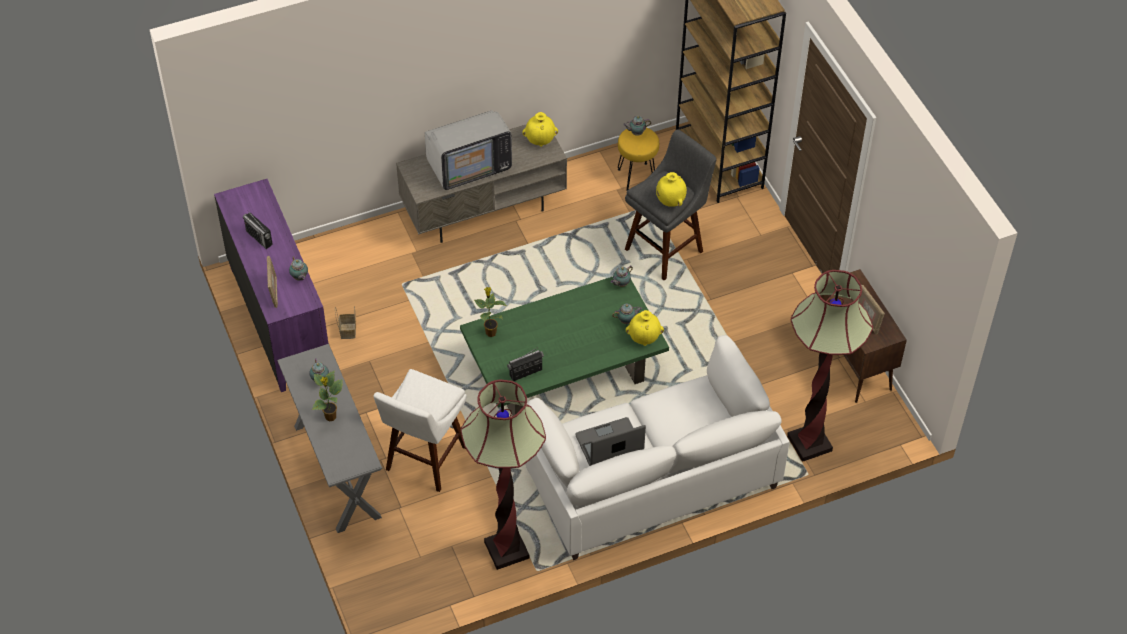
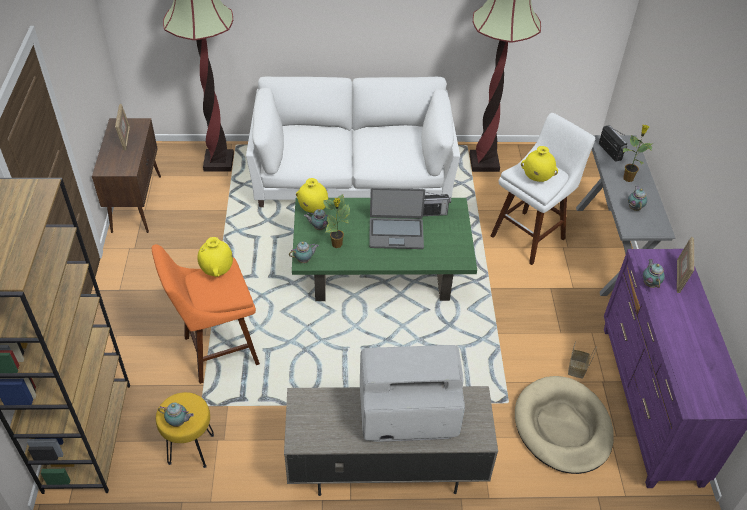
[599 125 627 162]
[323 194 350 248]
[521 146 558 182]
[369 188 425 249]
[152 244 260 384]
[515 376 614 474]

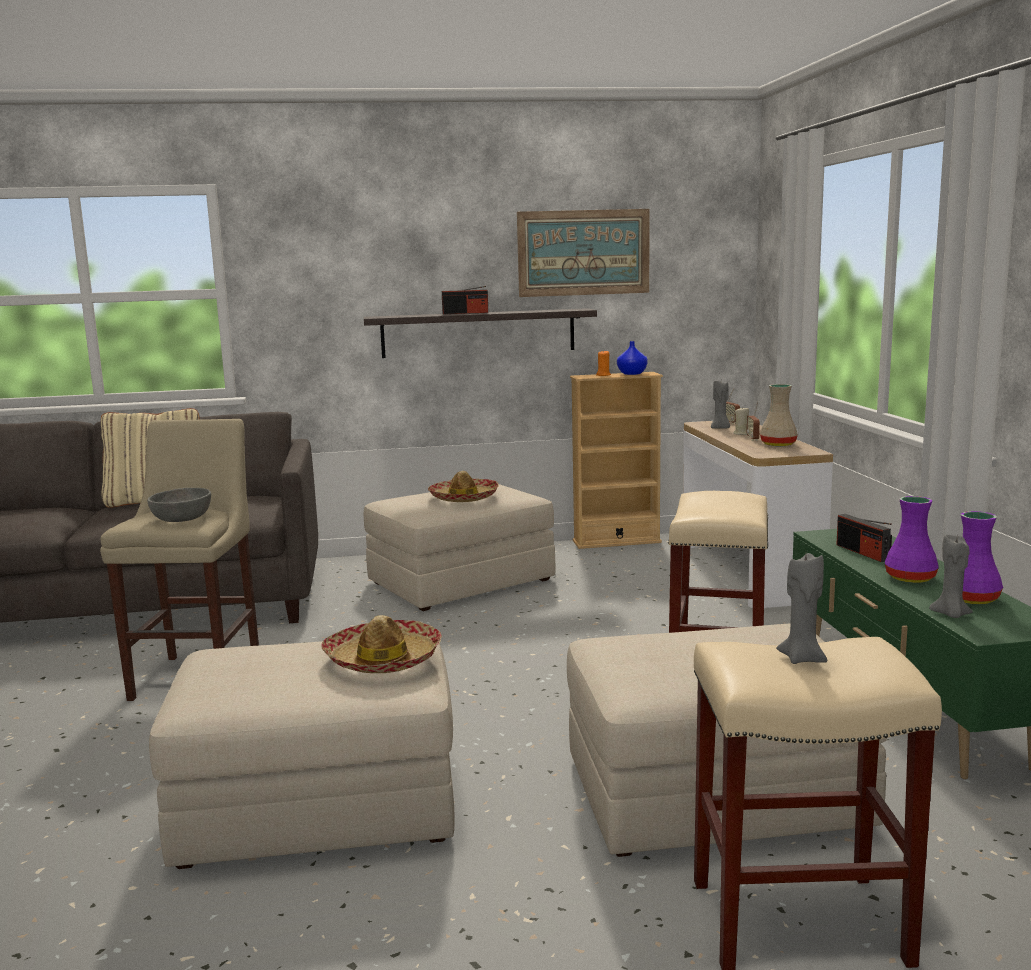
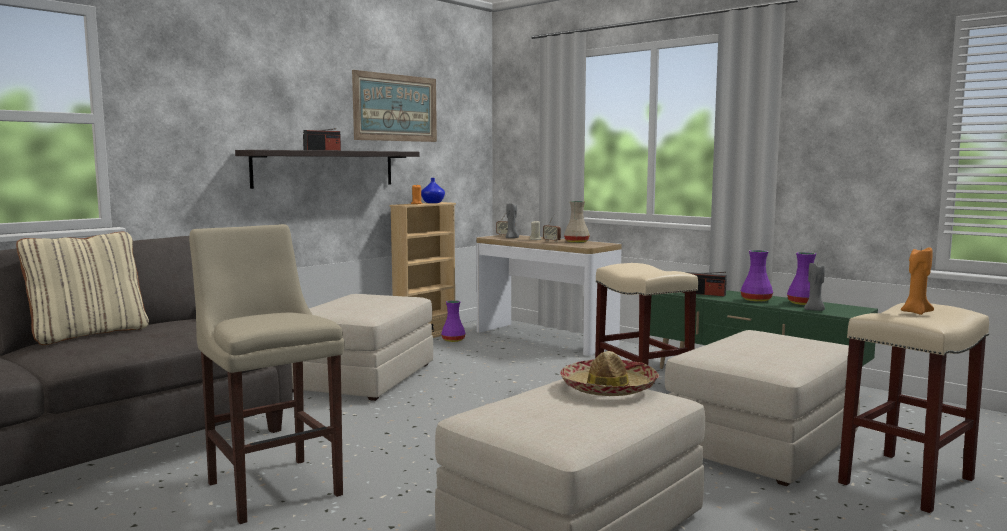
[147 488 211 522] (first image)
[428 471 498 502] (first image)
[901 247 934 315]
[441 300 466 342]

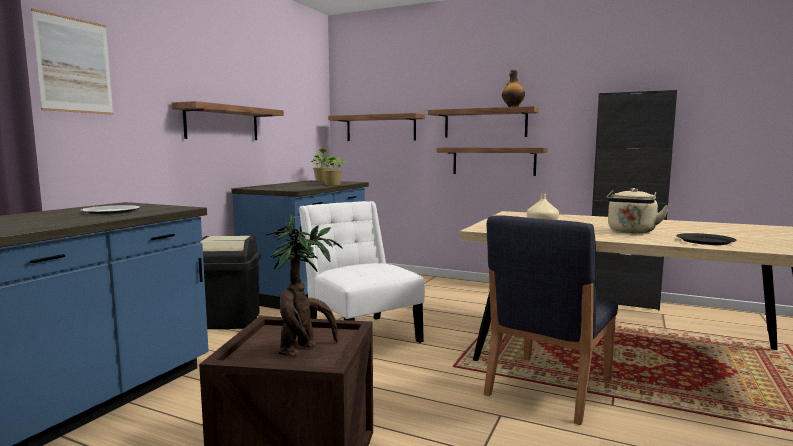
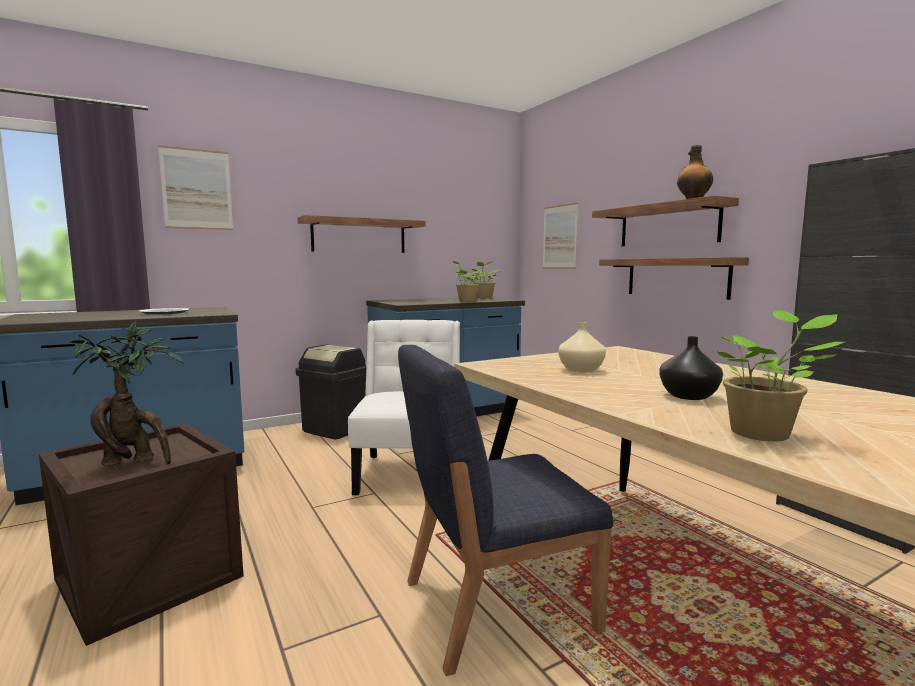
[543 203 578 269]
[659 336 723 400]
[717 310 844 442]

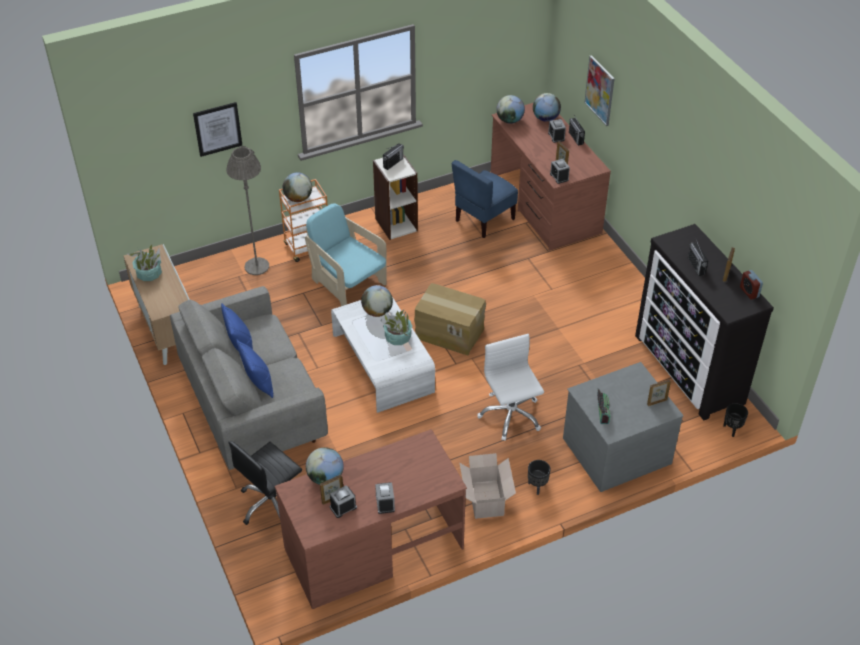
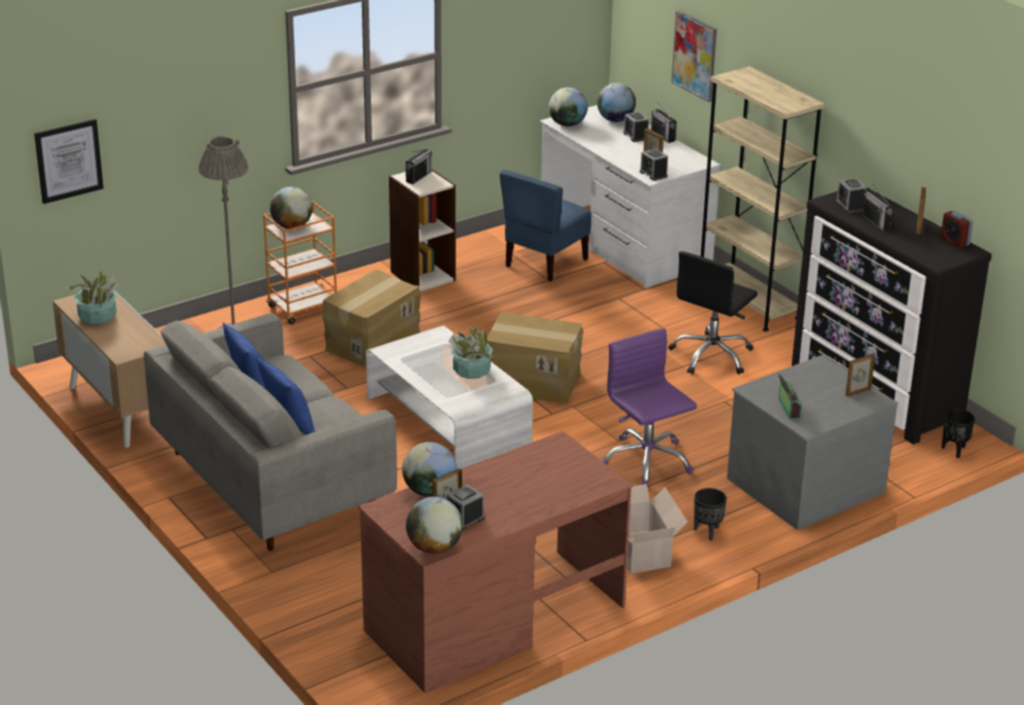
[34 119 104 204]
[668 251 758 374]
[323 270 421 367]
[406 497 463 554]
[836 178 867 213]
[601 328 697 488]
[540 105 721 288]
[701 66 825 332]

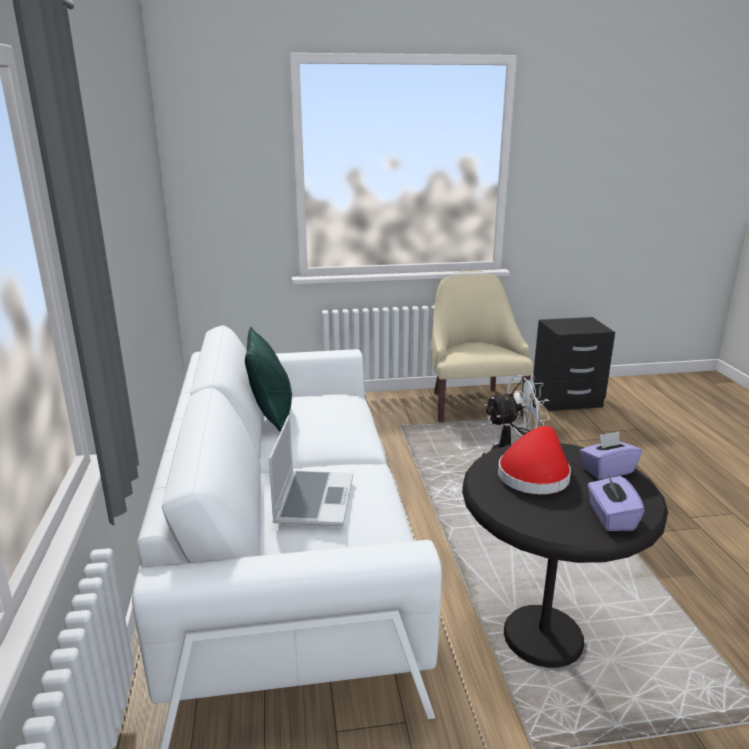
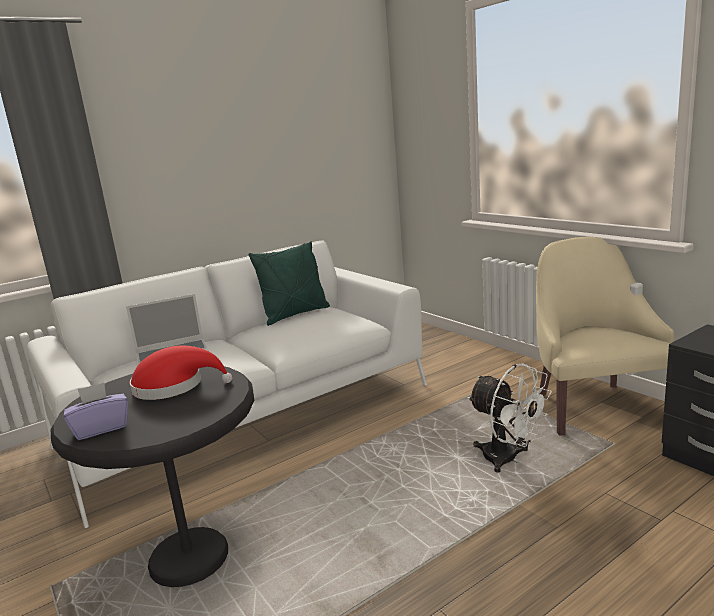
[536 237 674 436]
[580 431 642 480] (first image)

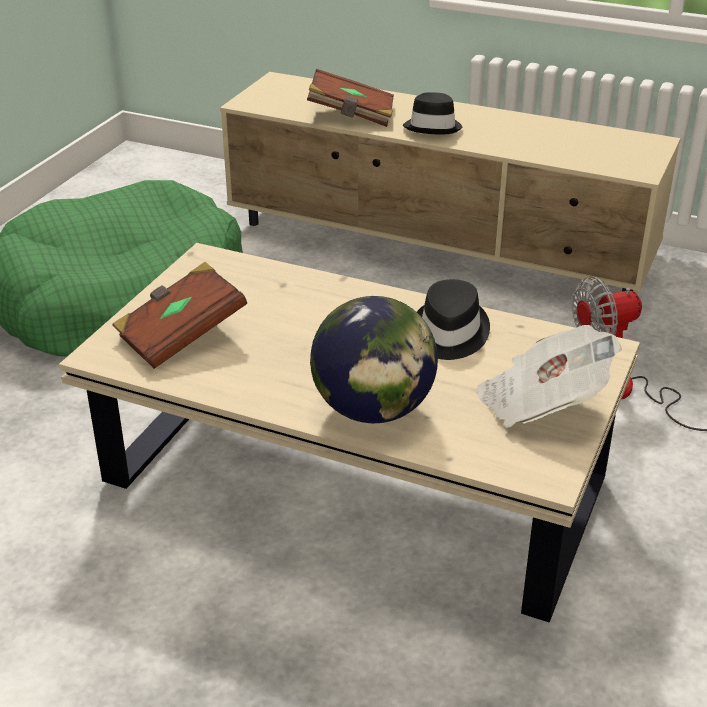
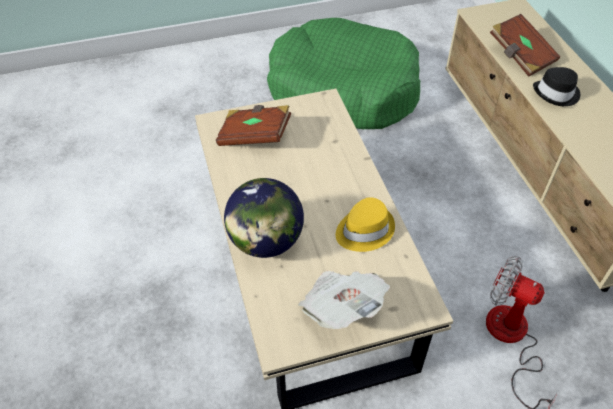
[336 197 395 252]

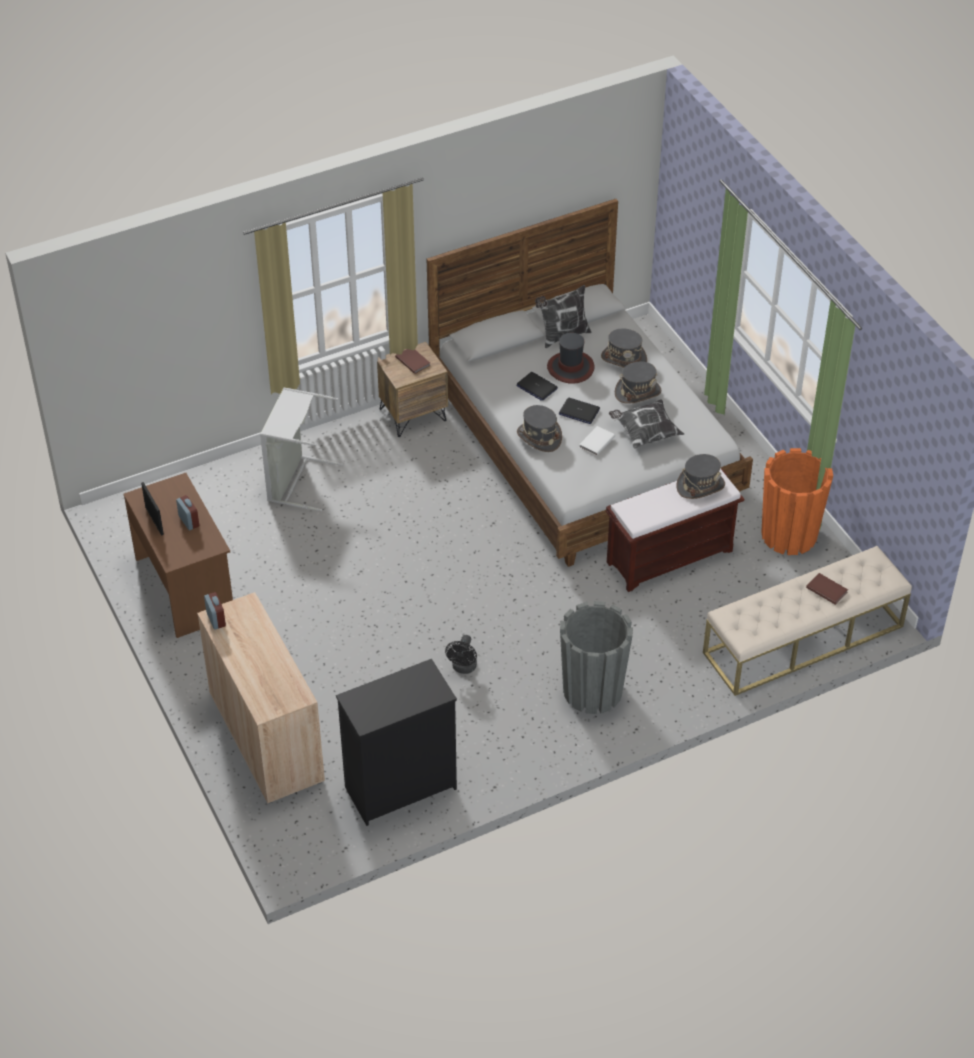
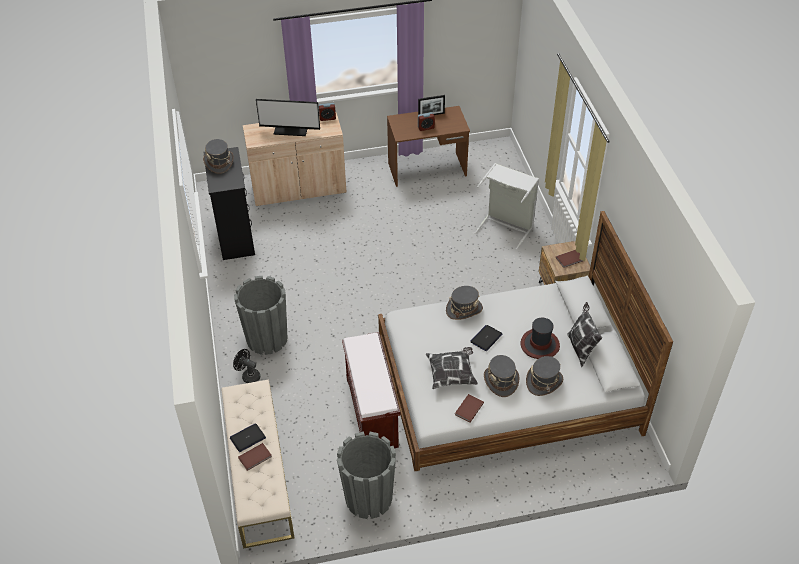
[233 349 260 383]
[230 424 266 452]
[579 426 615 456] (first image)
[203 139 234 174]
[337 432 396 519]
[256 99 320 136]
[455 394 484 422]

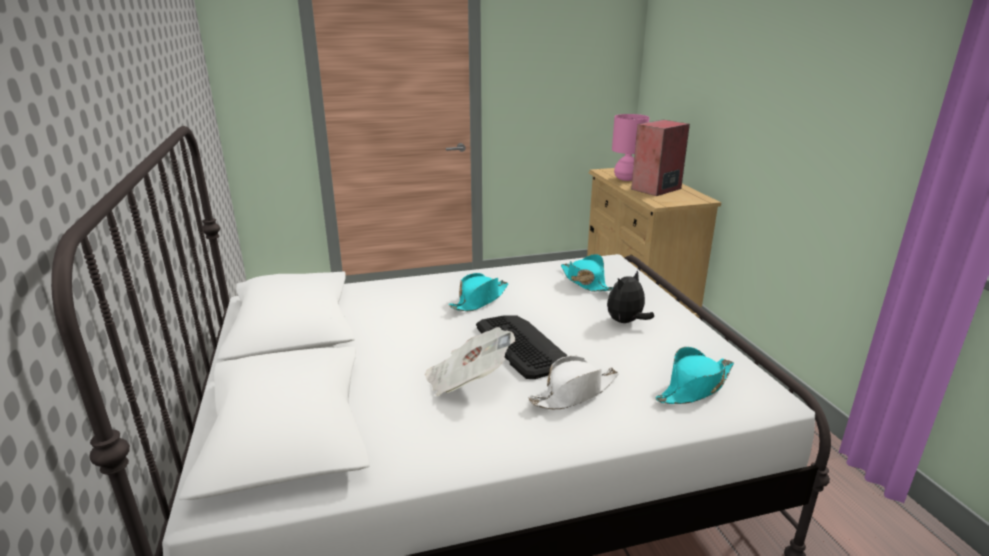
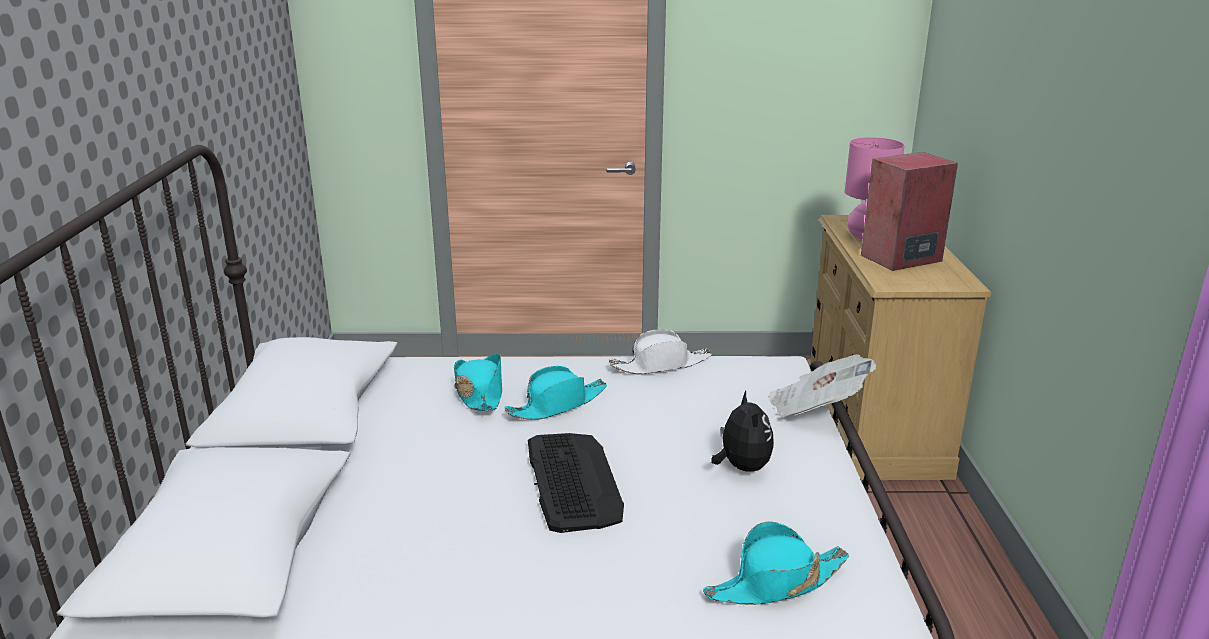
[768 354 876 418]
[609 329 712 375]
[454 354 502 411]
[711 391 774 472]

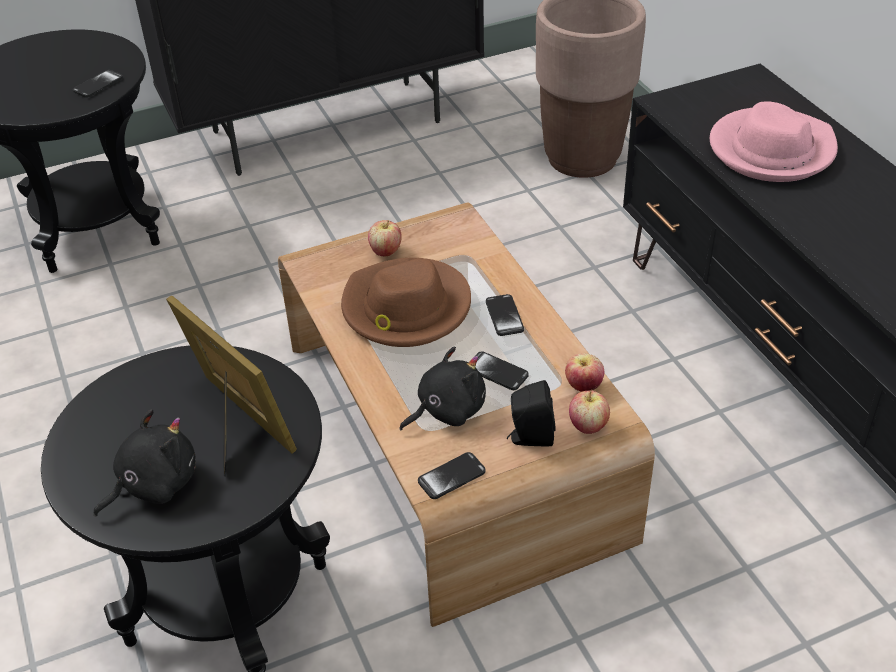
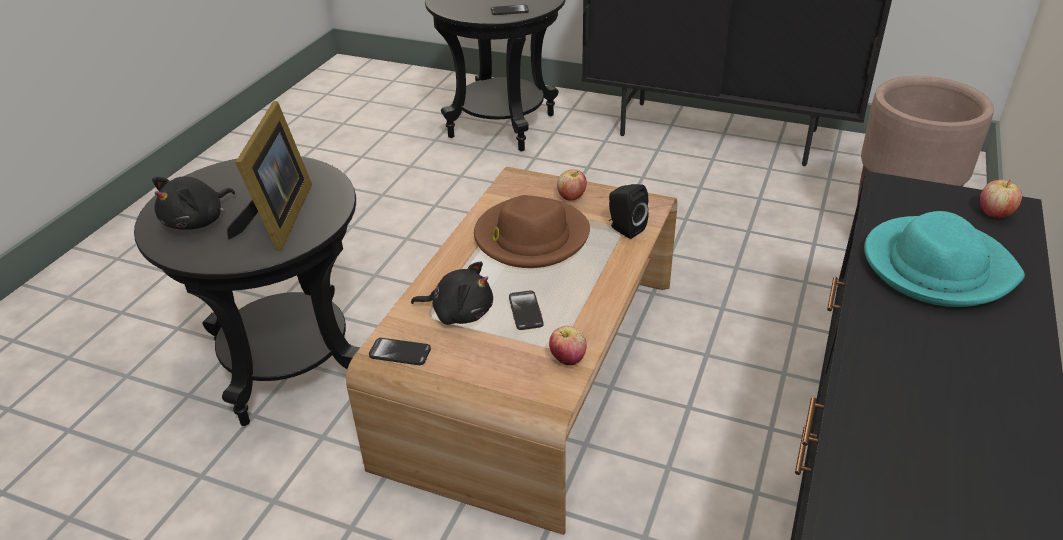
[152 177 235 230]
[486 294 524 336] (first image)
[609 184 649 239]
[980 179 1022 218]
[864 211 1025 307]

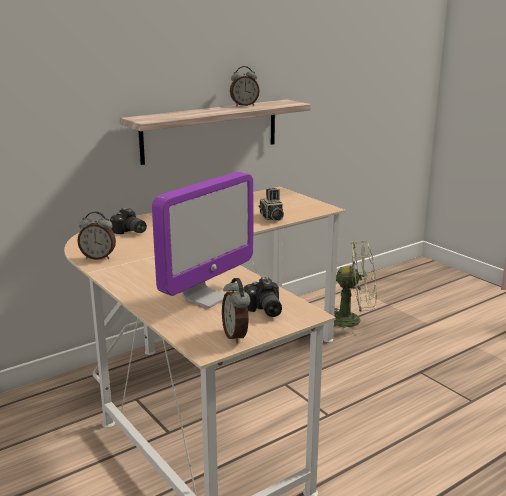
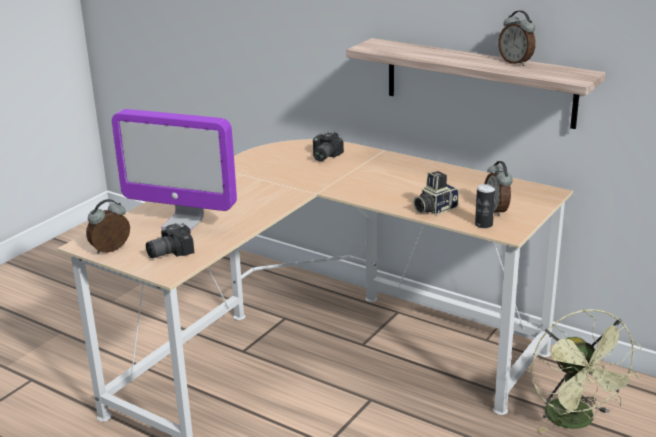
[484 161 513 216]
[475 184 495 228]

